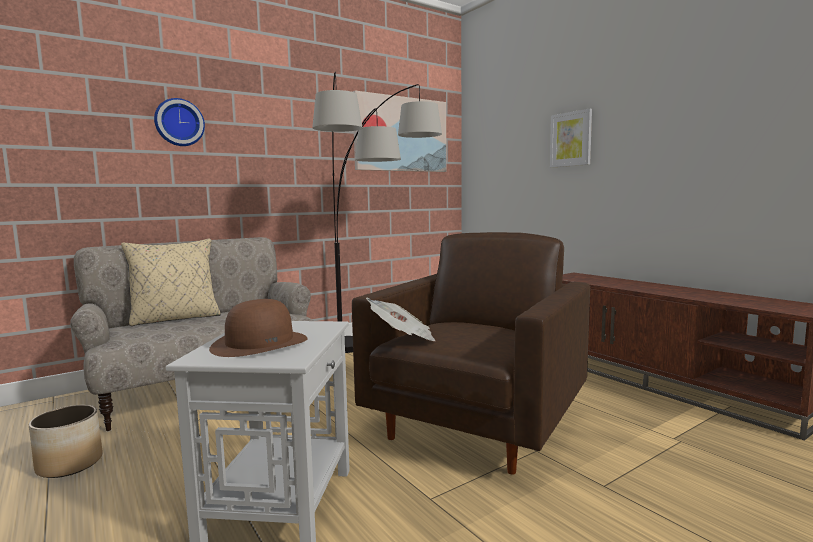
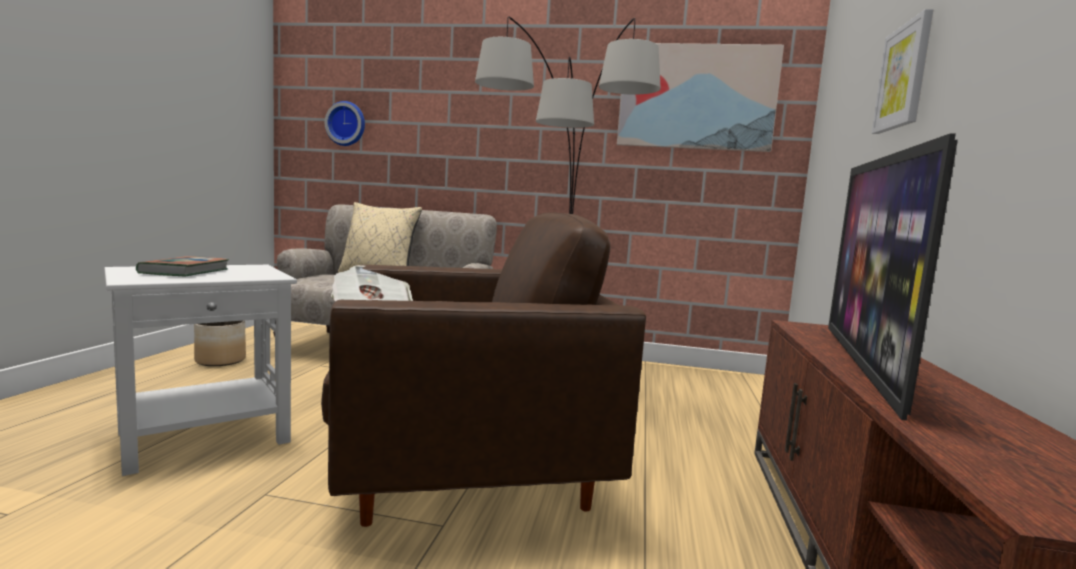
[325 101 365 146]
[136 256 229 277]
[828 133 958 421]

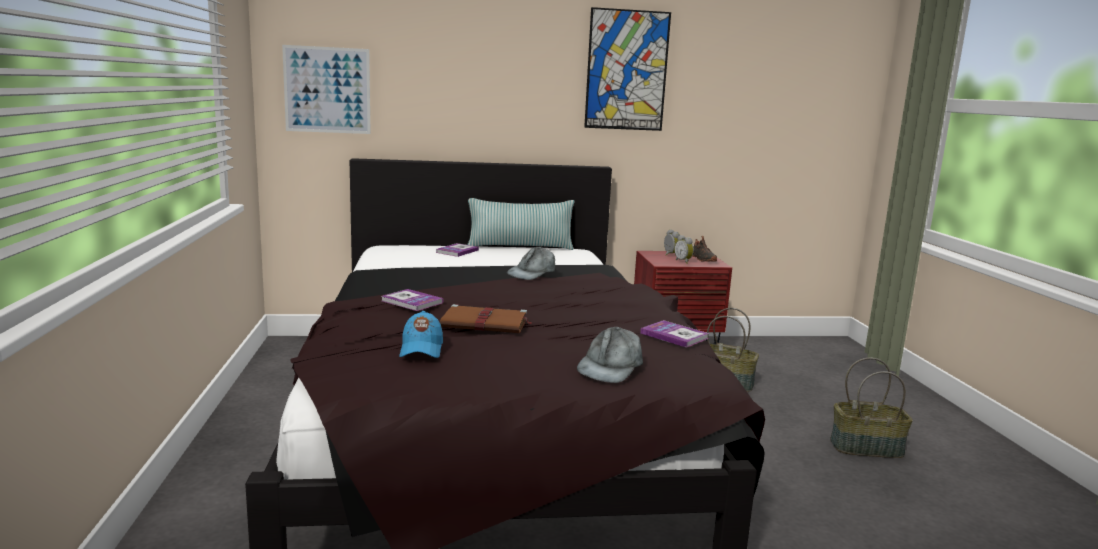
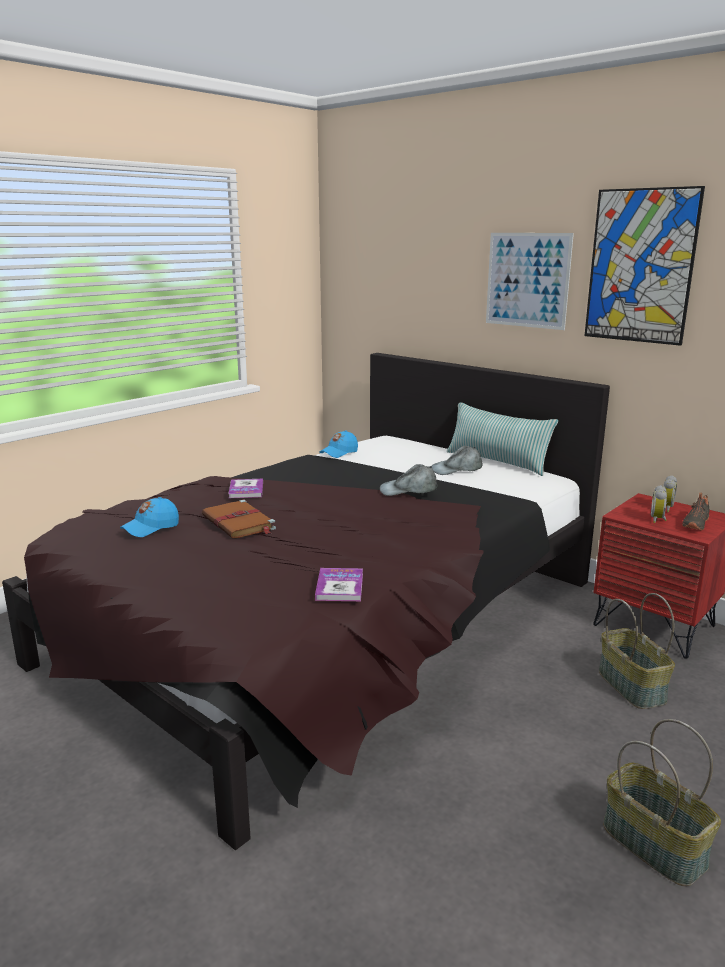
[486 233 574 330]
[436 243 479 257] (first image)
[432 446 483 475]
[319 431 358 458]

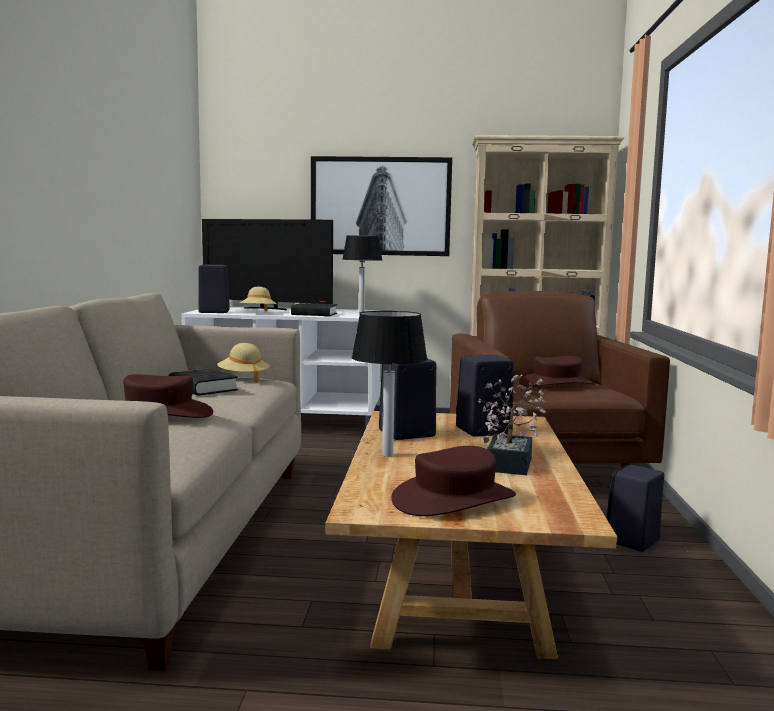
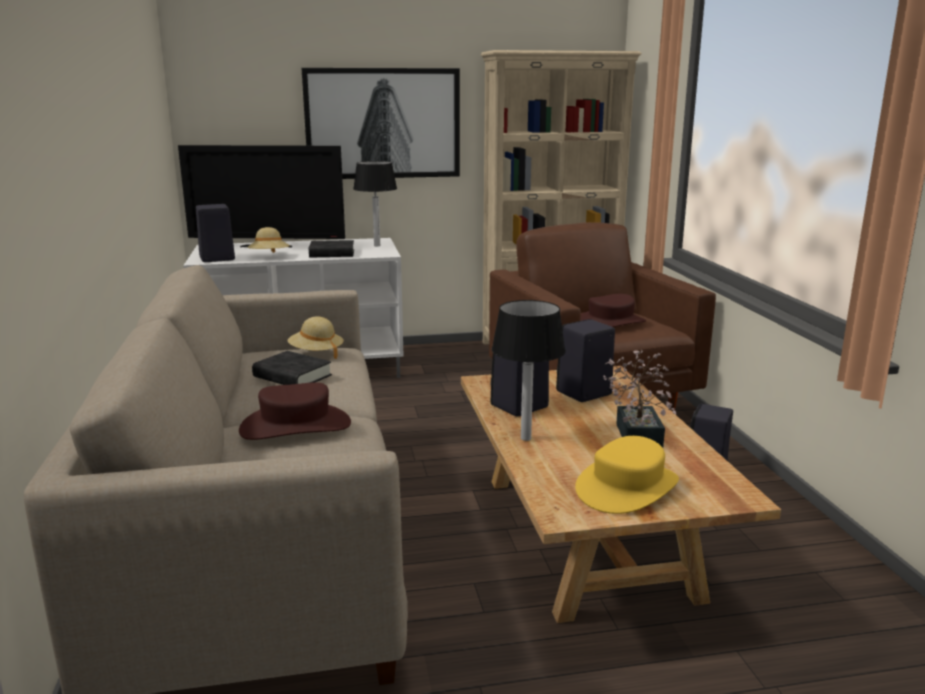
[575 436 679 514]

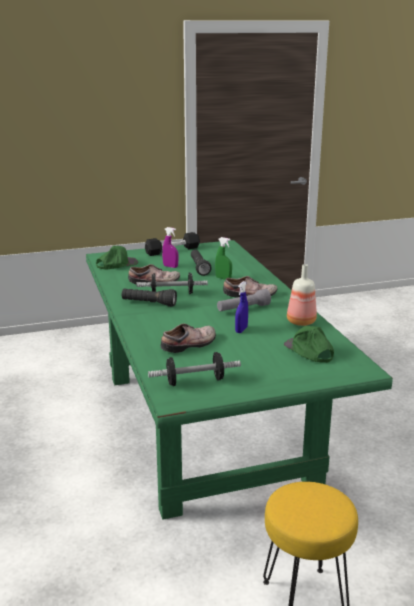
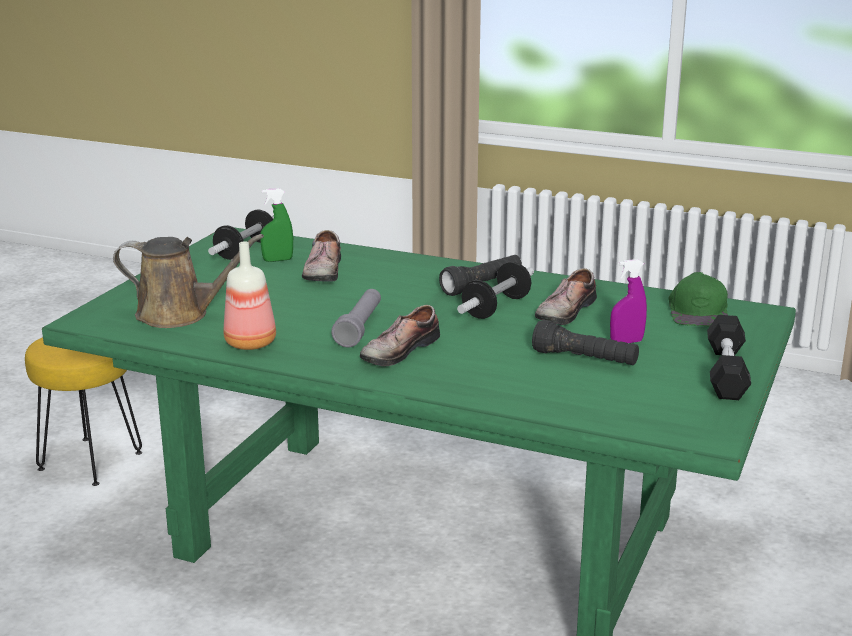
[260 188 293 262]
[235 281 248 333] (first image)
[113 234 264 328]

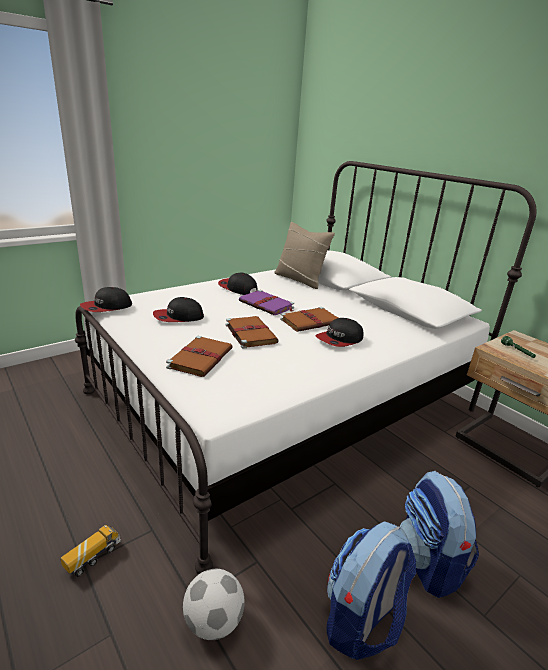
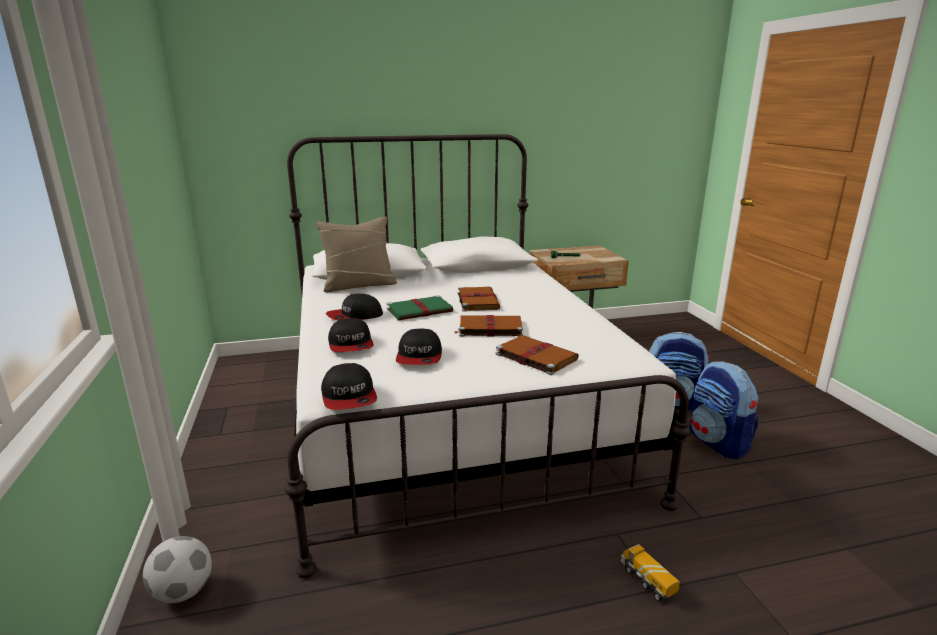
[143 536 212 603]
[387 295 453 320]
[328 318 373 352]

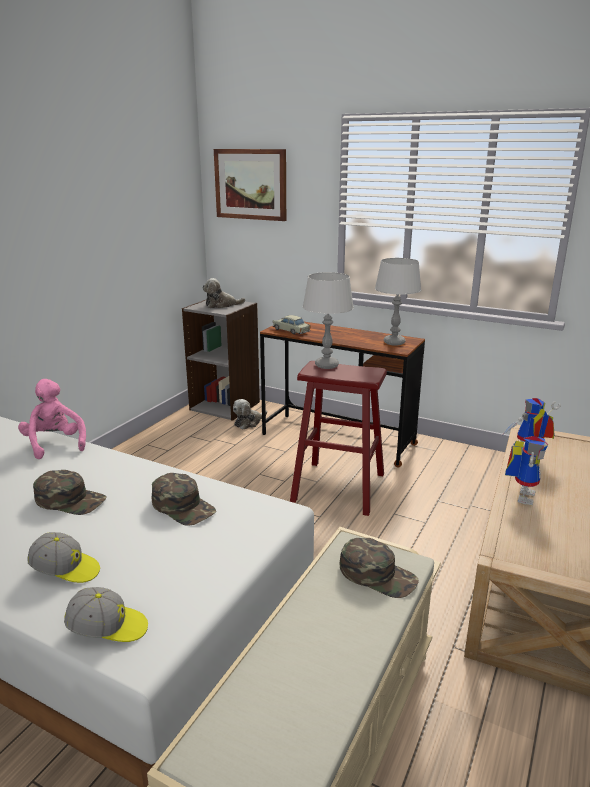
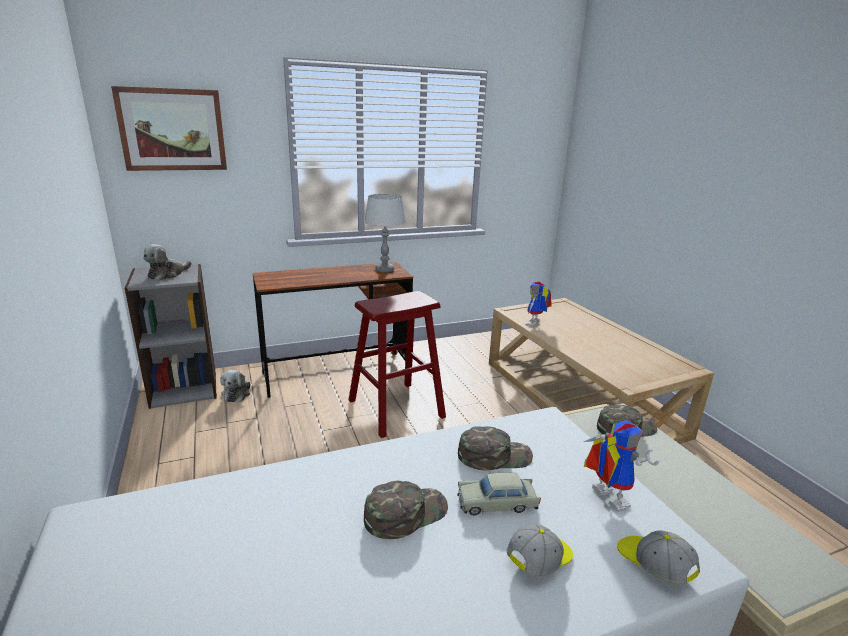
[18 379 86 459] (first image)
[617 530 700 584]
[457 472 541 516]
[303 272 354 369] (first image)
[584 420 660 512]

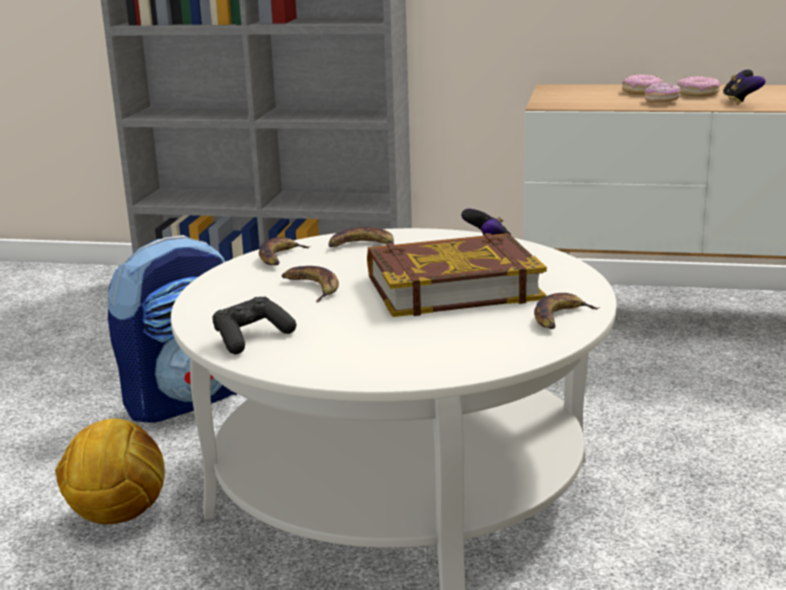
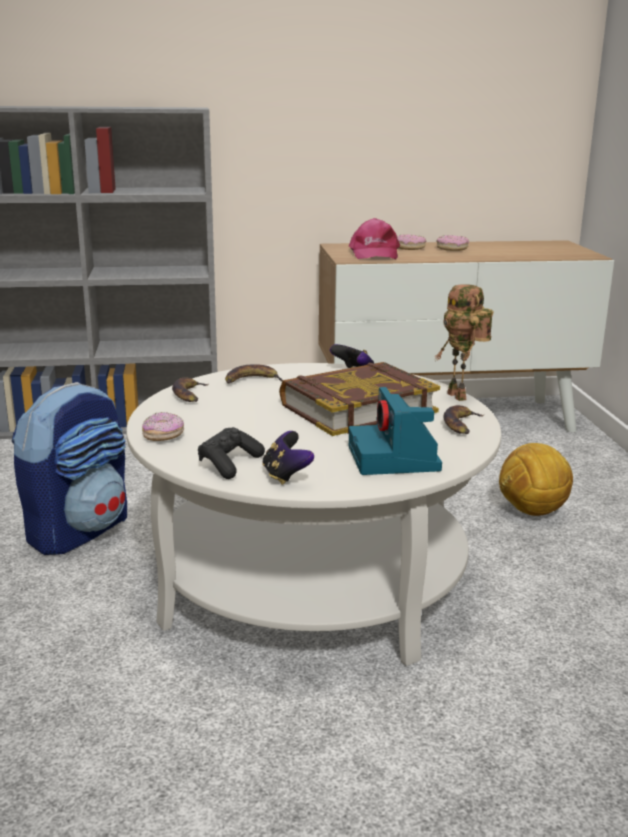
[499 443 573 516]
[282 266 339 302] (first image)
[142 412 184 441]
[262 431 314 485]
[349 218 400 259]
[349 387 442 475]
[435 284 494 401]

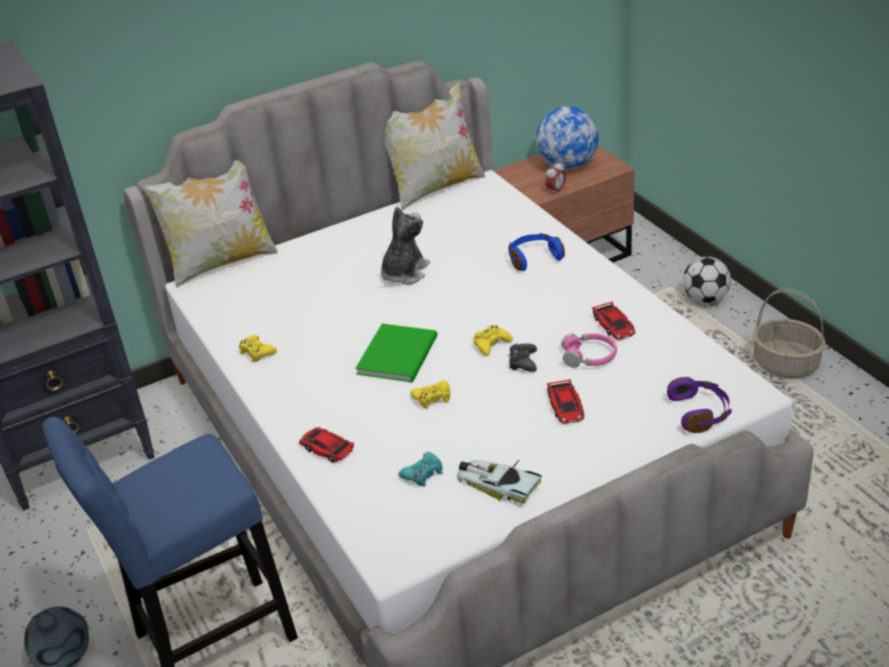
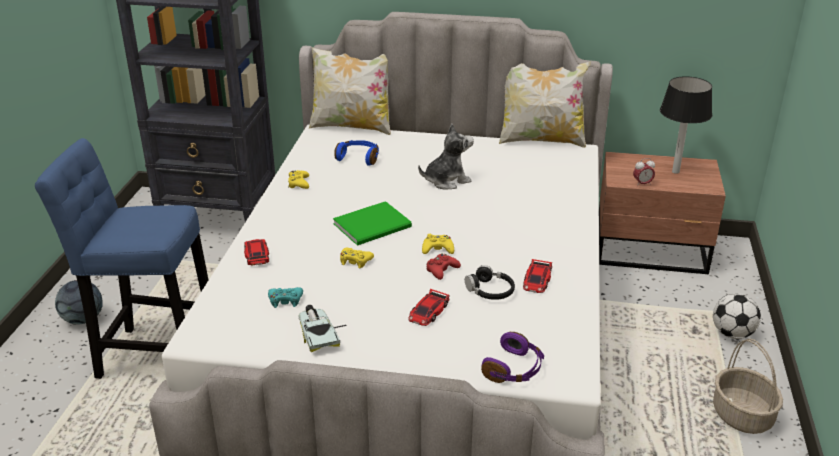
[334 140 379 166]
[427 253 461 280]
[660 76 712 174]
[465 265 515 300]

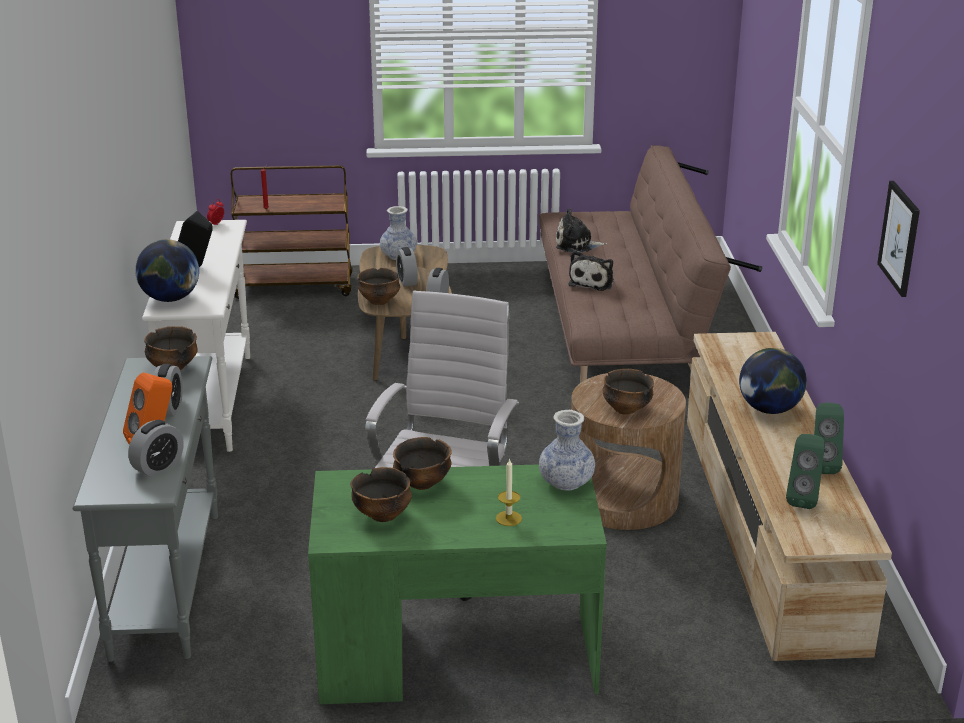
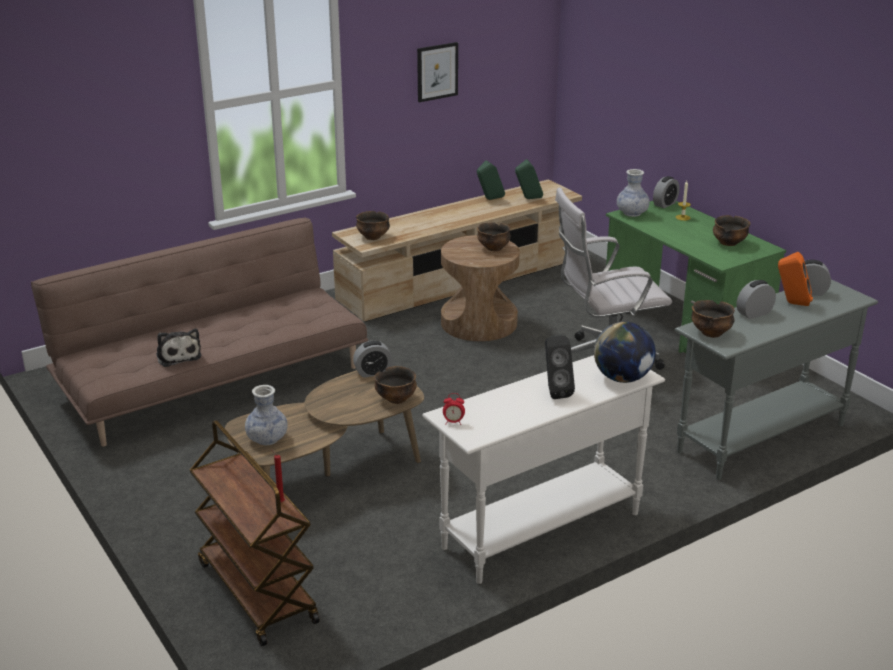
[356 211 390 240]
[653 176 680 208]
[568 251 614 291] (first image)
[739 348 807 414] (first image)

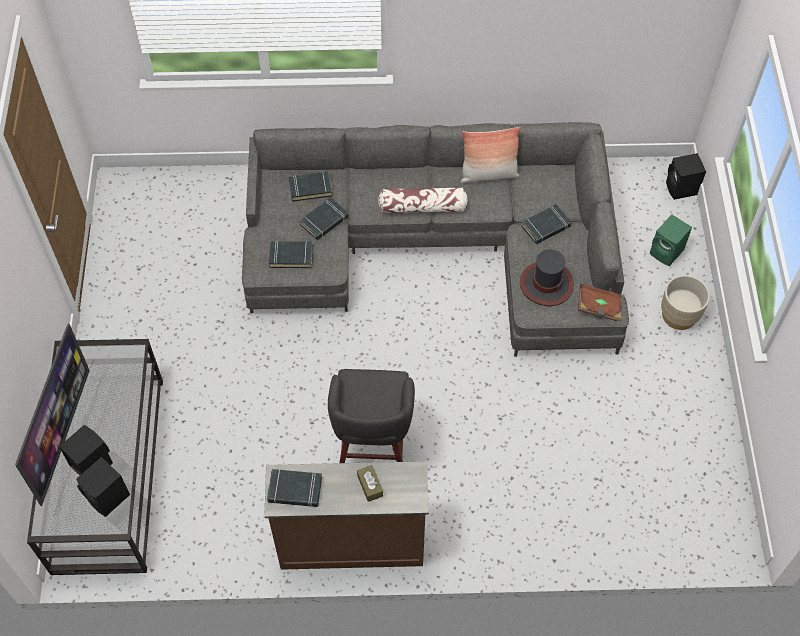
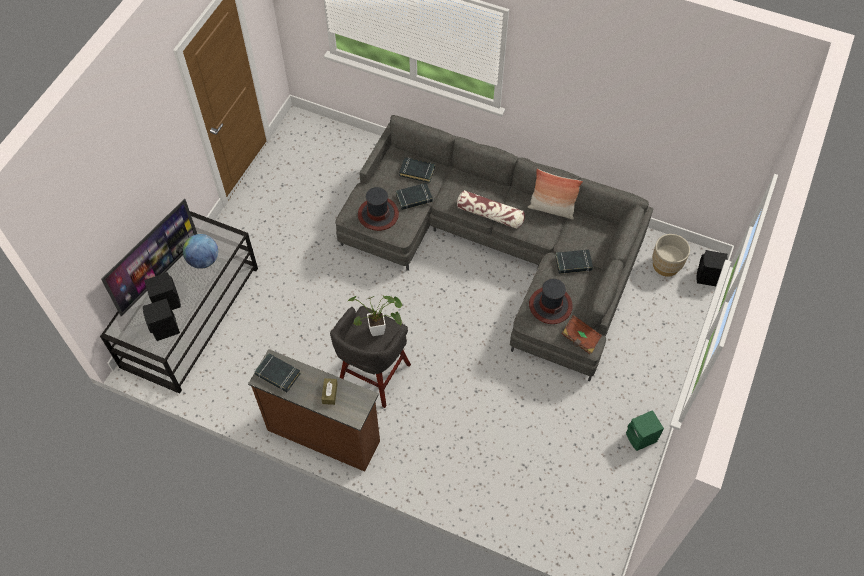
[358 187 399 231]
[626 410 664 451]
[652 234 690 277]
[183 234 218 269]
[347 296 403 336]

